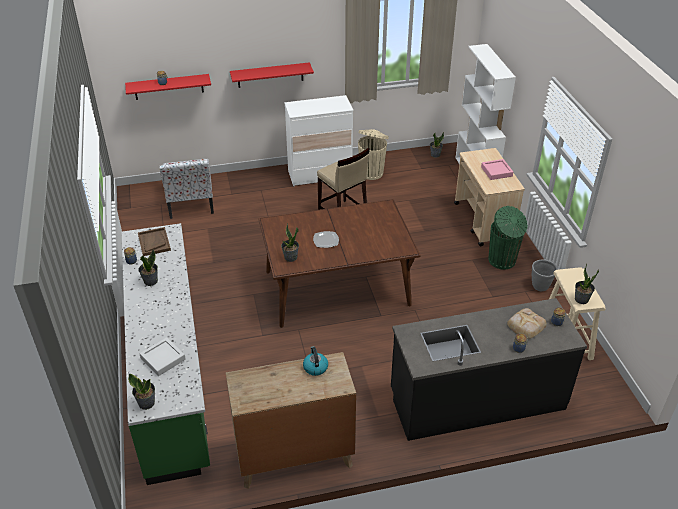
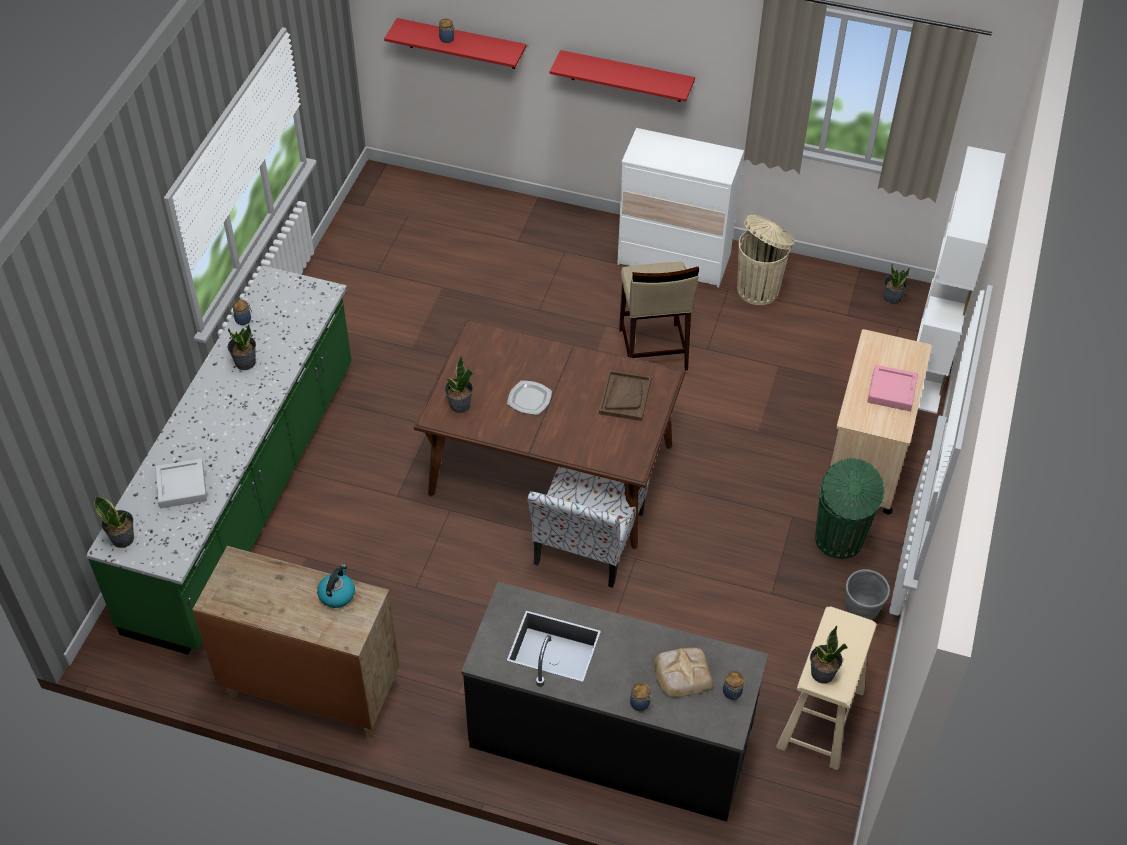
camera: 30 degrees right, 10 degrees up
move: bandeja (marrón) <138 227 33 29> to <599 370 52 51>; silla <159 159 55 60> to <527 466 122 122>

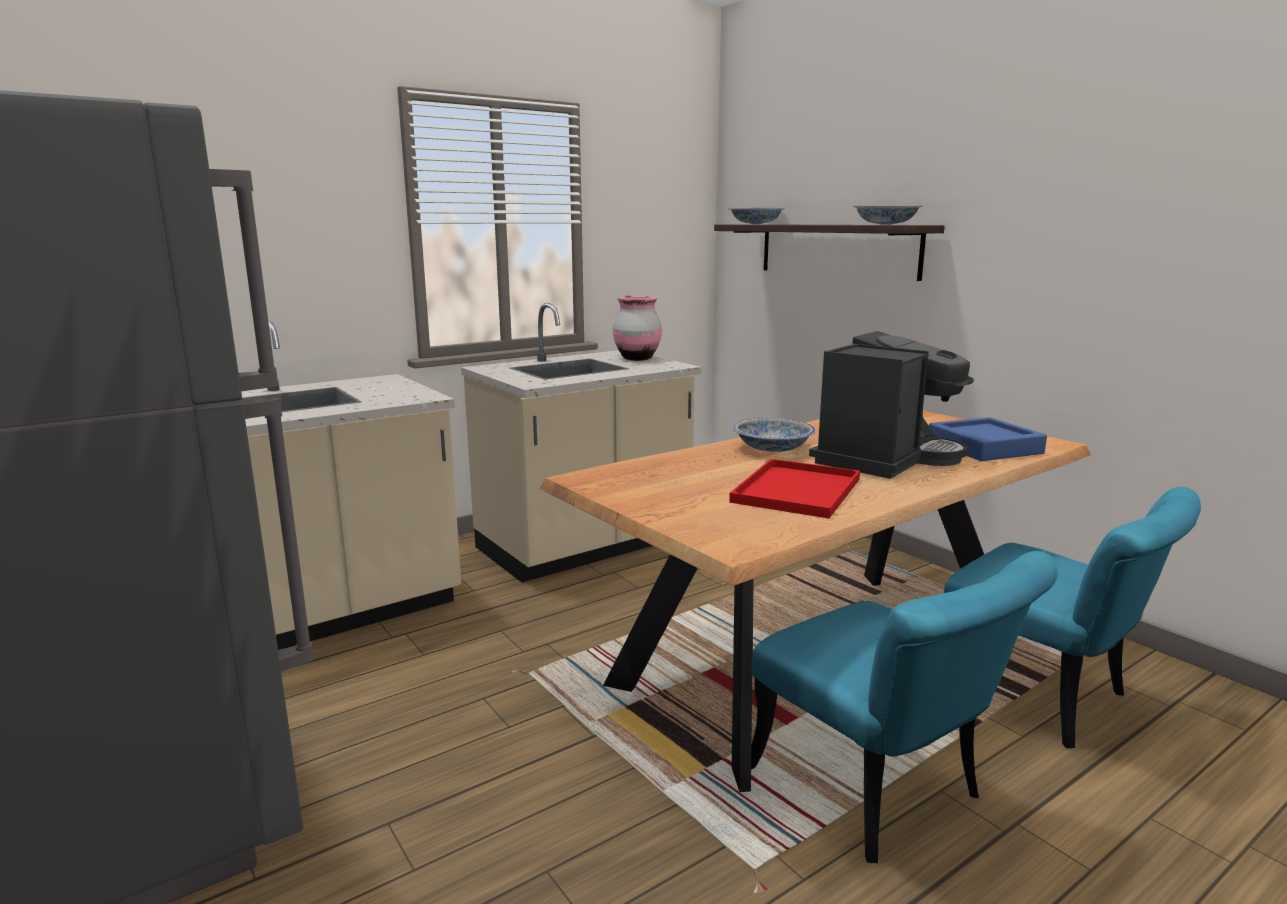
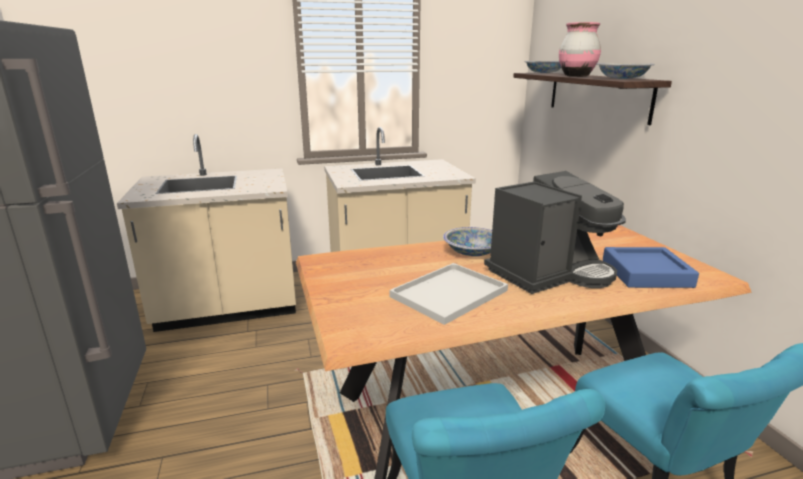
camera: 20 degrees right, 5 degrees up
move: florero (rosa) <613 295 49 66> to <559 22 42 55>
recolor: bandeja (rojo) <729 459 131 59> to bandeja (blanco) <389 263 119 62>

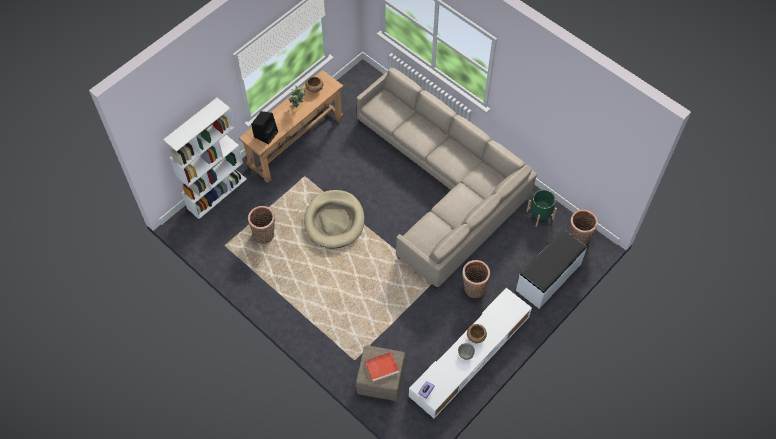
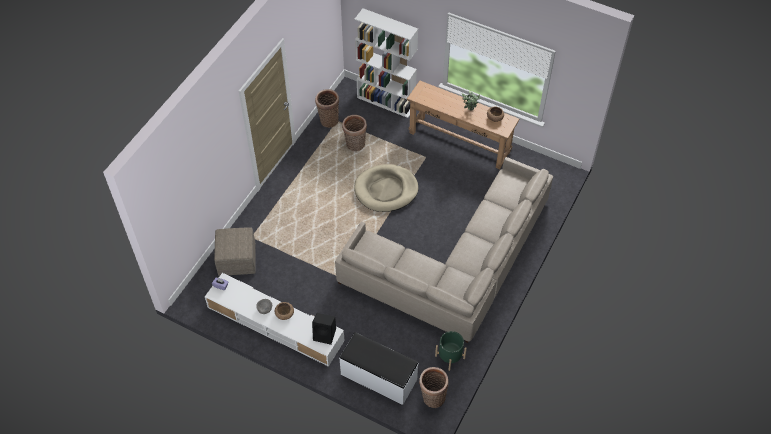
camera: 75 degrees right, 5 degrees down
delete: bandeja (rojo) <365 351 35 31>
move: altavoz (negro) <251 111 27 33> to <312 313 24 32>; cesta <462 260 28 38> to <315 89 24 39>

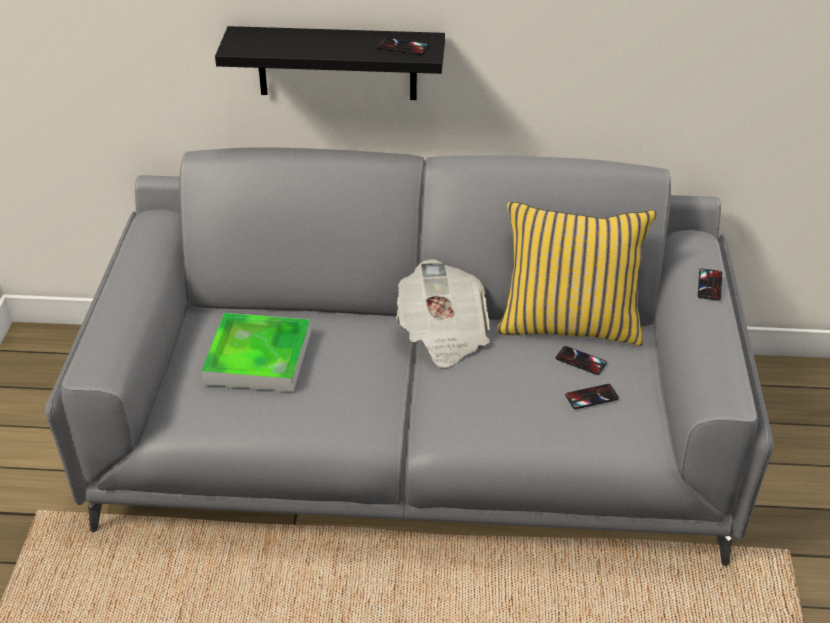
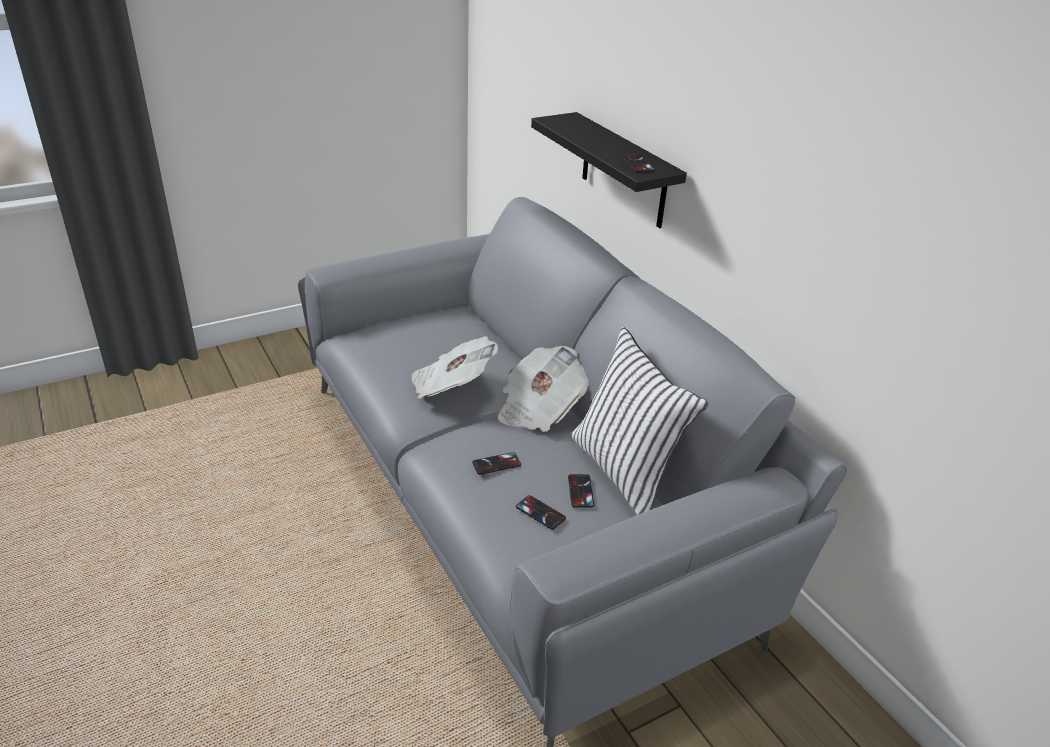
camera: 55 degrees right, 5 degrees down
delete: bandeja <202 313 109 79>
insert: periódico <411 337 87 62>
move: móvil <698 269 24 32> to <472 452 49 23>
recolor: cojín (amarillo) <497 202 160 144> to cojín (blanco) <571 327 137 188>

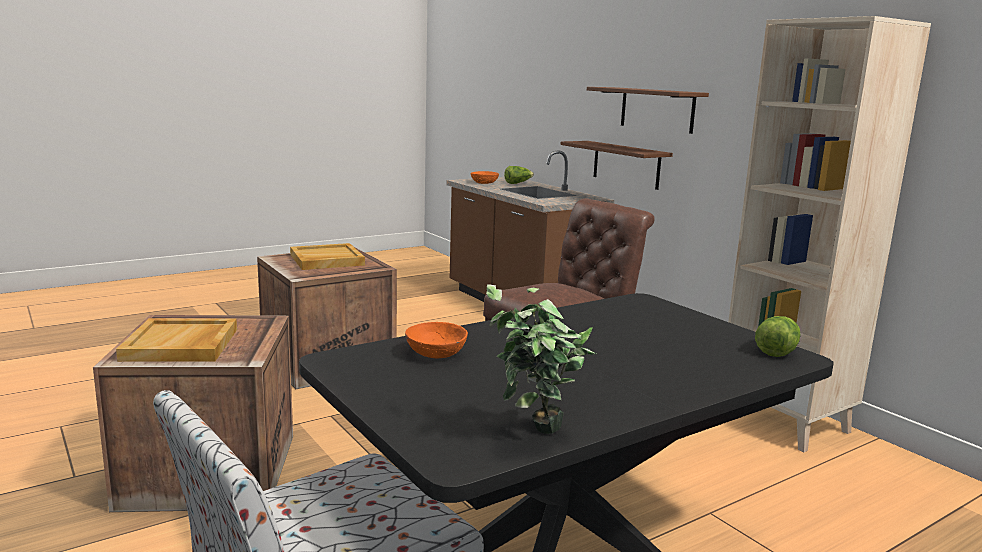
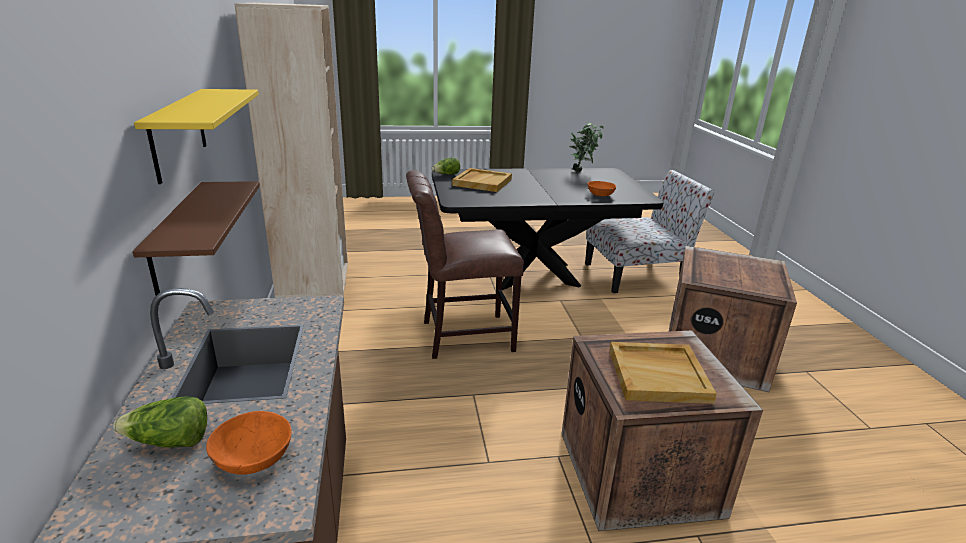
camera: 155 degrees left, 10 degrees up
move: bandeja (beis) <116 318 121 44> to <452 168 60 24>
recolor: estante (marrón) <587 87 122 47> to estante (amarillo) <134 89 125 95>

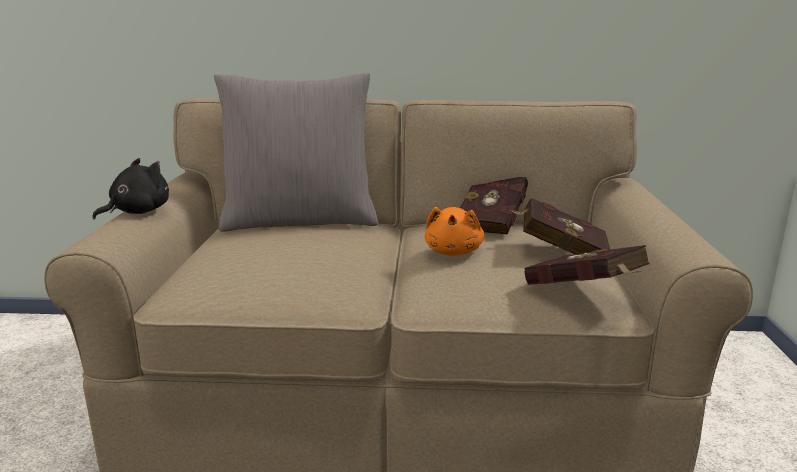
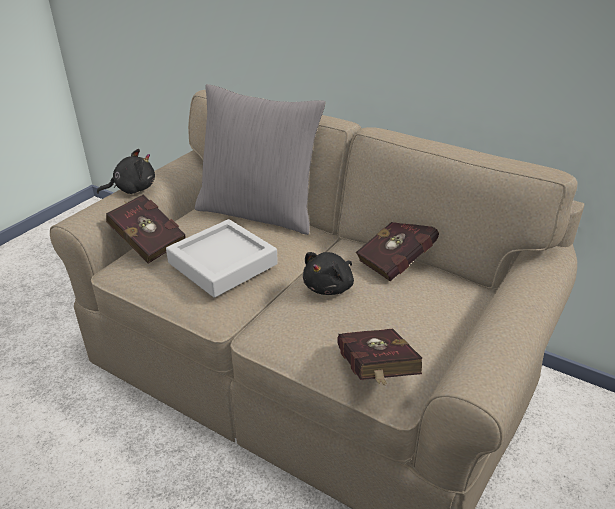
camera: 30 degrees right, 15 degrees up
insert: bandeja (gris) <166 219 112 79>
move: libro (rojo) <510 198 100 56> to <106 194 80 70>
recolor: peluche (naranja) <424 207 60 49> to peluche (negro) <303 252 51 43>

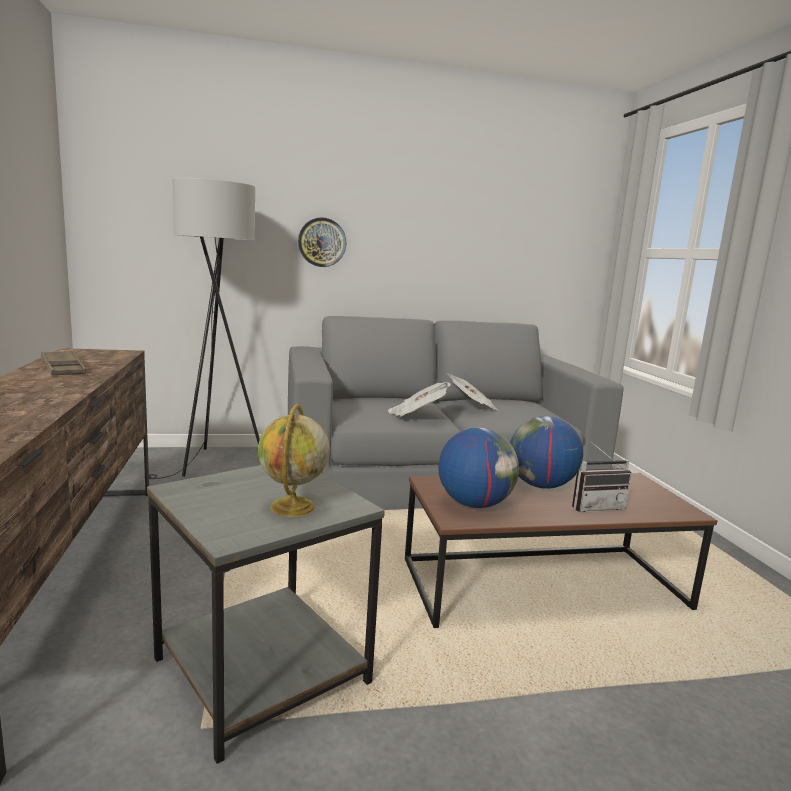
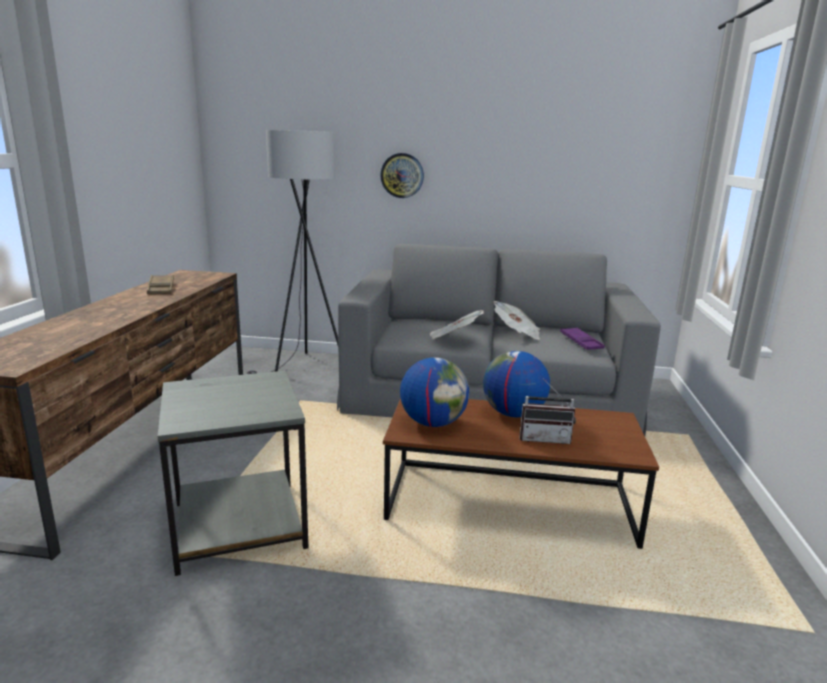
camera: 20 degrees right, 5 degrees up
delete: globo terráqueo <258 404 72 113>
insert: bandeja (morado) <560 327 45 23>

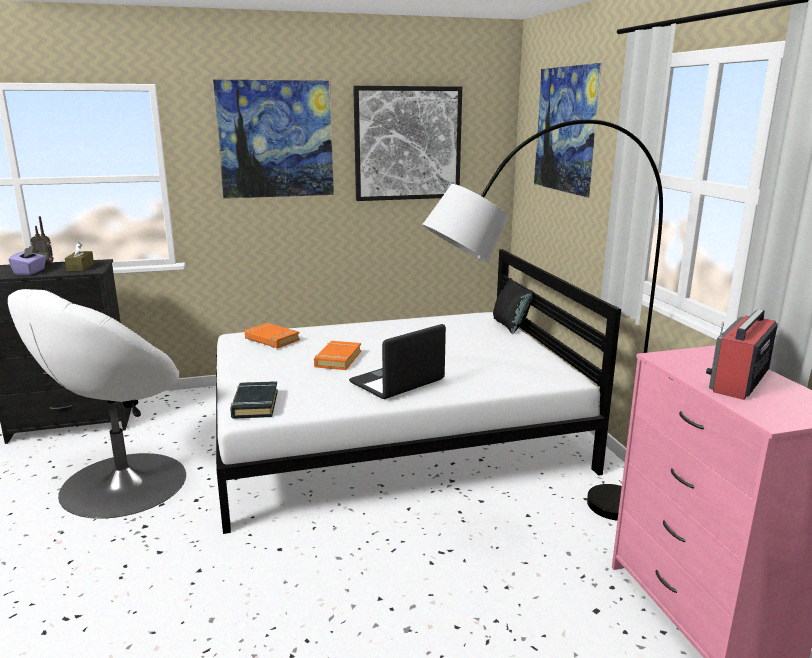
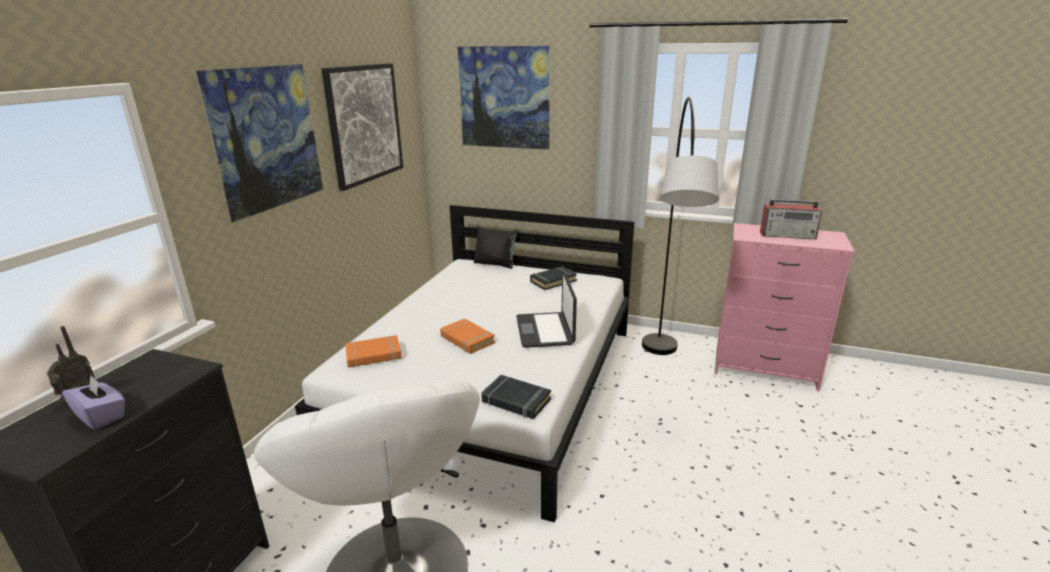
camera: 55 degrees left, 5 degrees up
delete: caja de pañuelos (marrón) <65 242 29 29>
insert: libro (negro) <530 267 47 23>
rotate: radio <706 309 72 91> = <760 199 63 41> 60 degrees counterclockwise

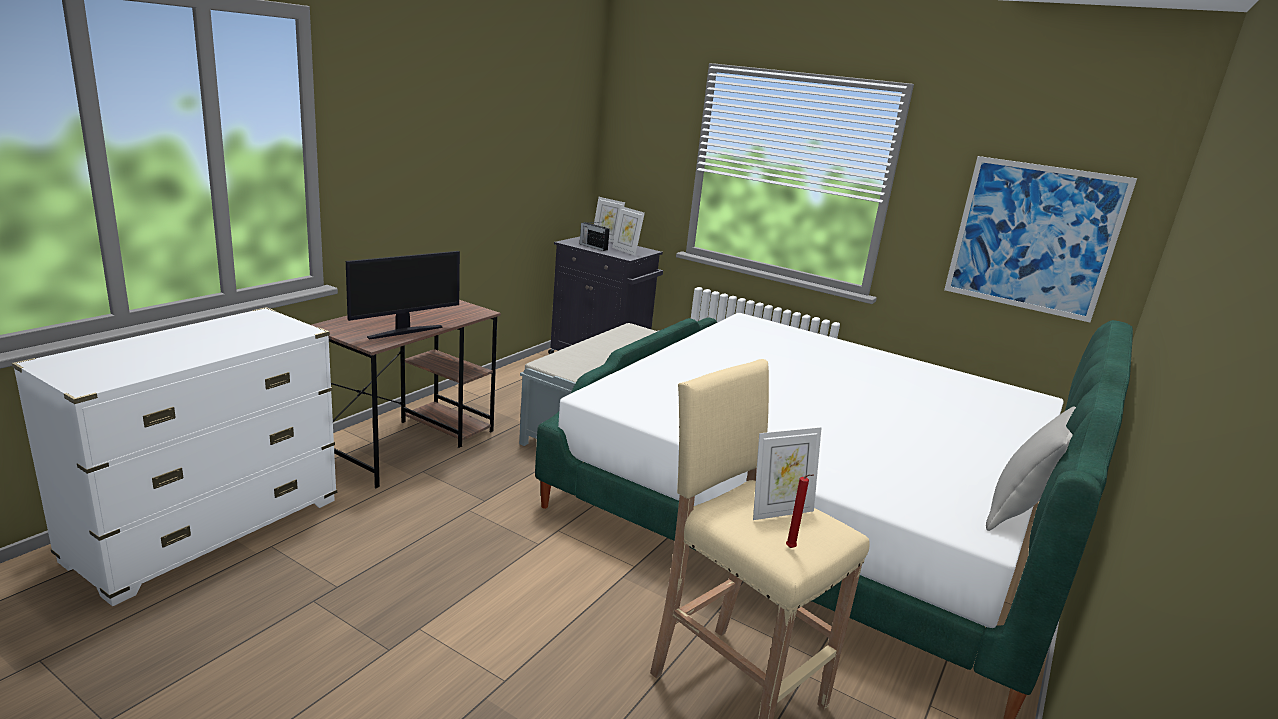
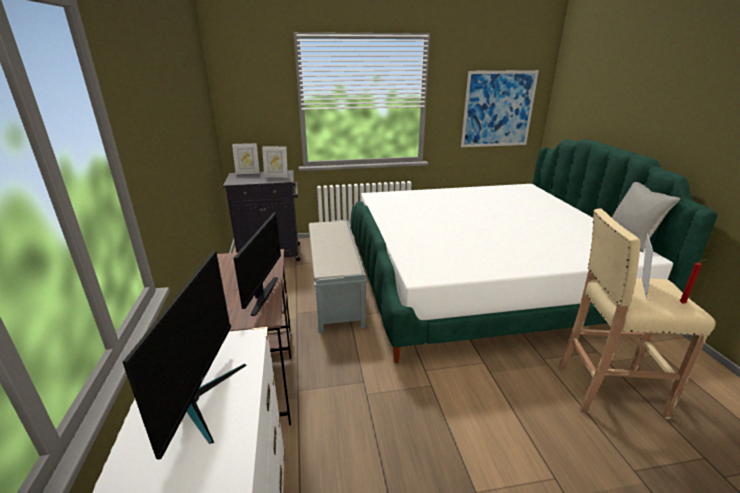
camera: 40 degrees left, 5 degrees up
delete: radio <580 222 30 29>
insert: monitor <123 251 124 209>

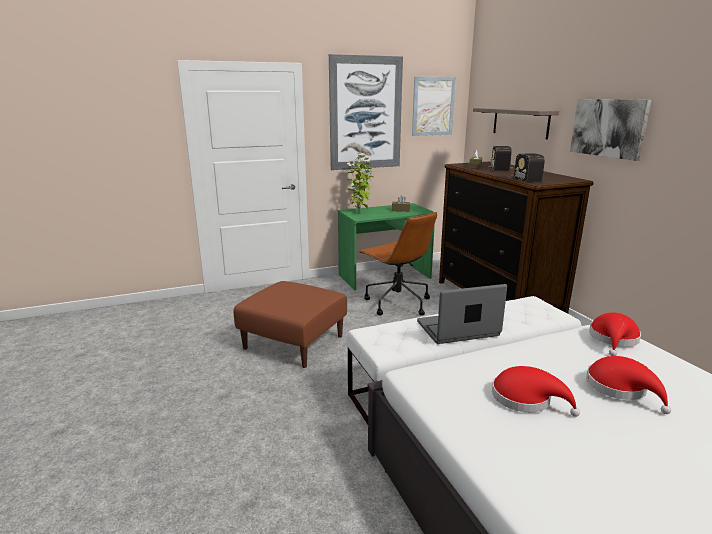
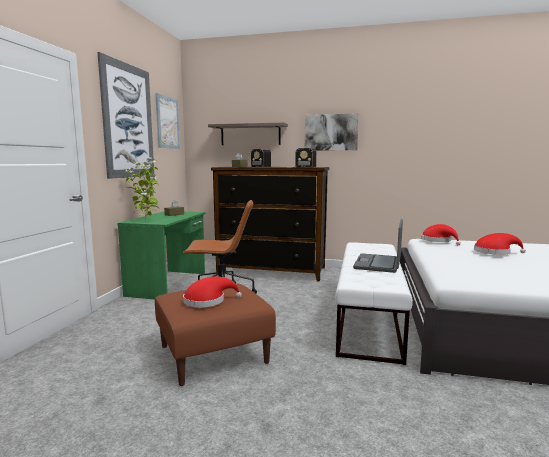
camera: 55 degrees left, 10 degrees down
move: sombrero (rojo) <492 366 88 51> to <183 277 59 31>

